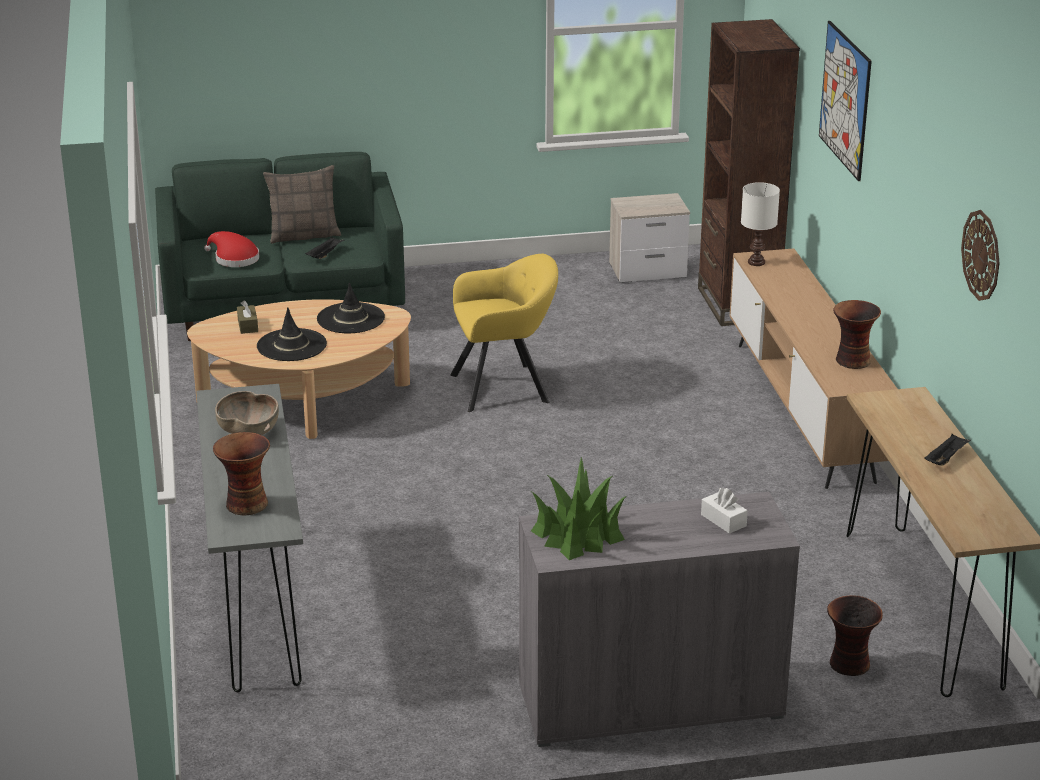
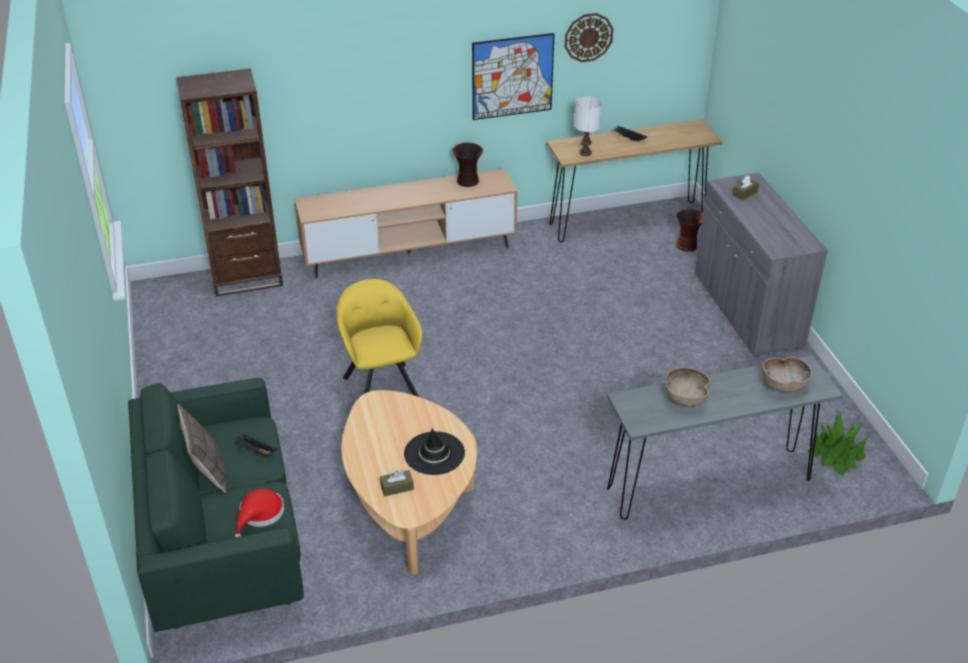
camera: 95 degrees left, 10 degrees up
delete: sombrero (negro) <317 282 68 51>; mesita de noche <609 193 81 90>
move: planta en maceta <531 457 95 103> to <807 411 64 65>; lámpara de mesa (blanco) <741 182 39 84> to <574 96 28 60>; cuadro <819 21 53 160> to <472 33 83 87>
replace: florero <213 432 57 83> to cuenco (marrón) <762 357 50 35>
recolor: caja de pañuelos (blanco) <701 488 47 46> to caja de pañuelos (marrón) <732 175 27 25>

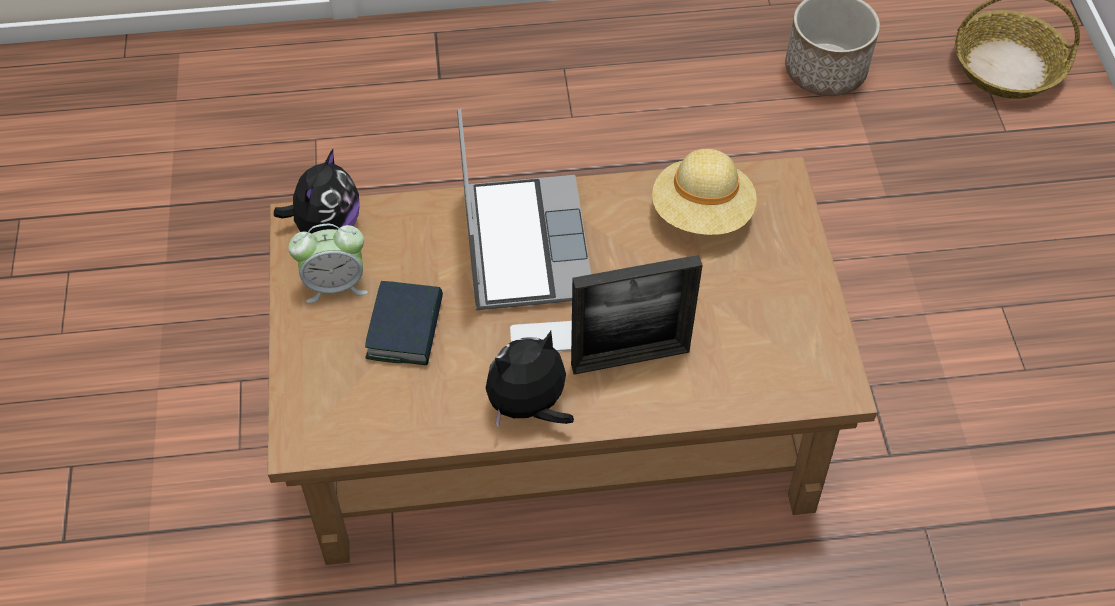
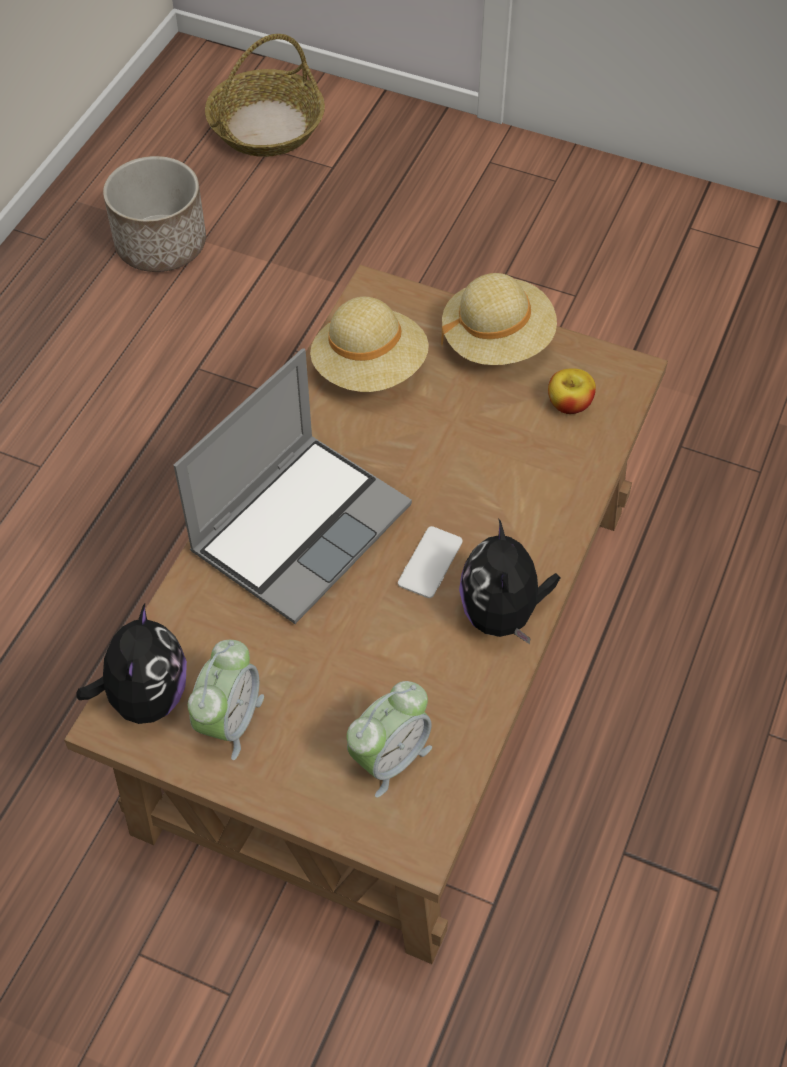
camera: 60 degrees left, 0 degrees up
delete: libro <365 281 78 84>; portarretratos <571 255 132 120>
insert: despertador <347 681 85 116>; sombrero (beis) <441 273 116 92>; manzana <548 368 48 46>
rotate: peluche <273 149 87 85> = <76 604 111 120> 45 degrees clockwise; portátil <457 108 134 202> = <174 349 238 275> 105 degrees clockwise

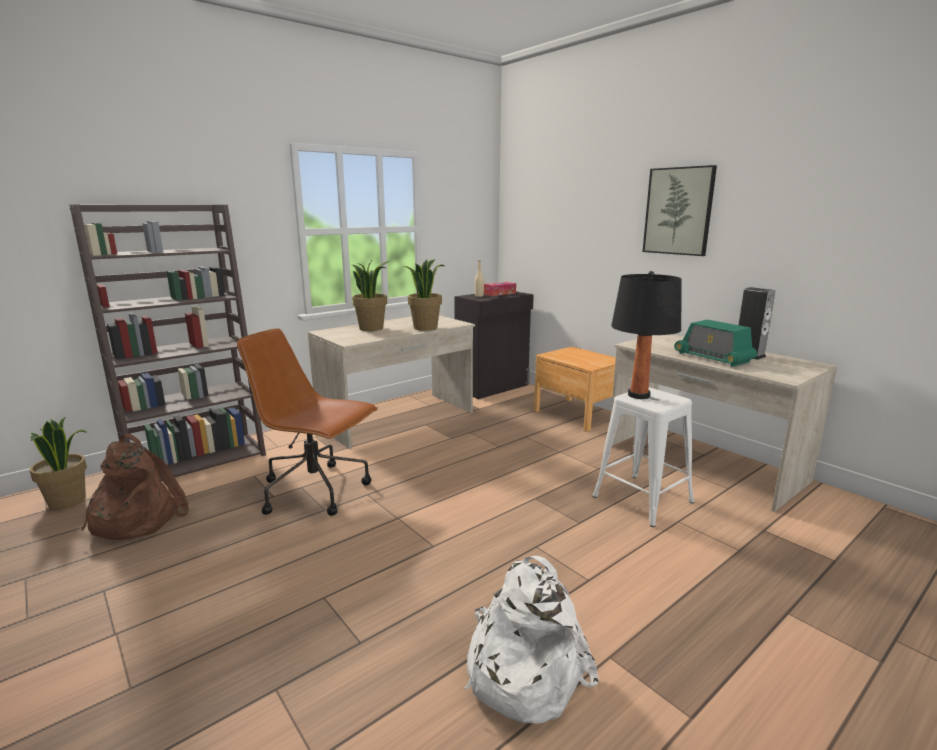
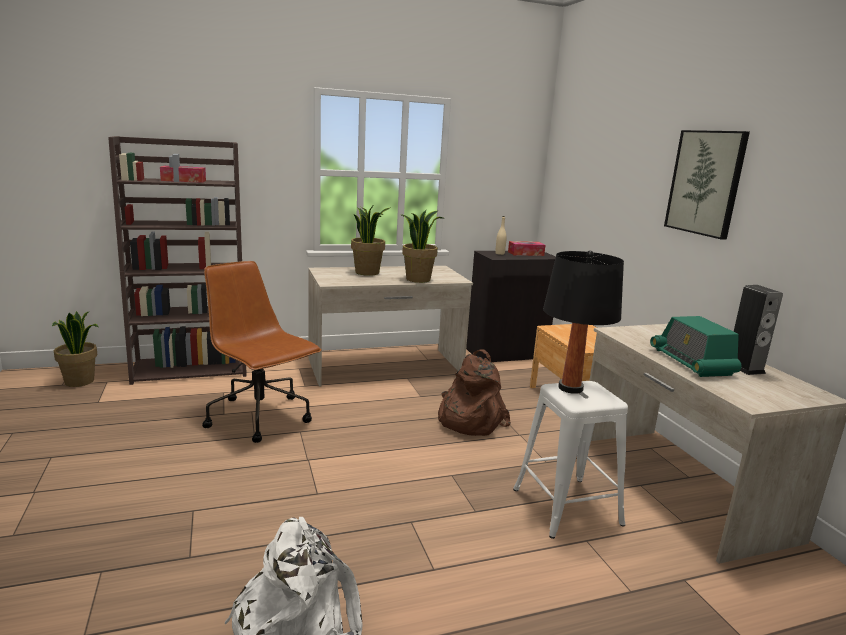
camera: 20 degrees right, 0 degrees up
insert: caja de pañuelos <160 166 46 17>
move: mochila (marrón) <81 434 108 106> to <438 349 73 87>

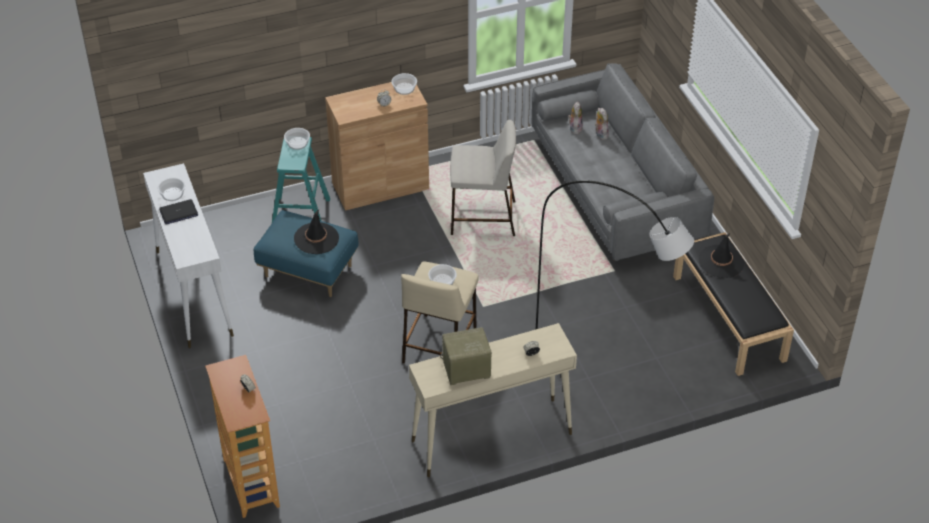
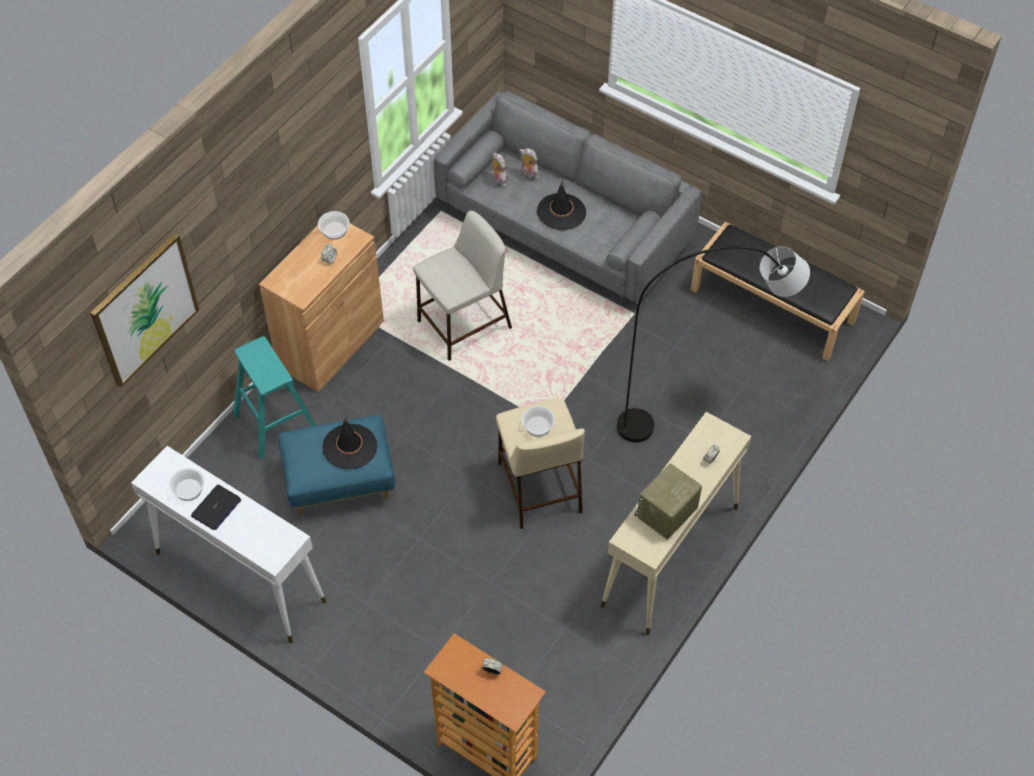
camera: 35 degrees left, 10 degrees up
delete: cuenco <284 128 26 22>
insert: cuadro <90 233 109 155>
move: sombrero (negro) <699 233 45 45> to <537 181 49 49>

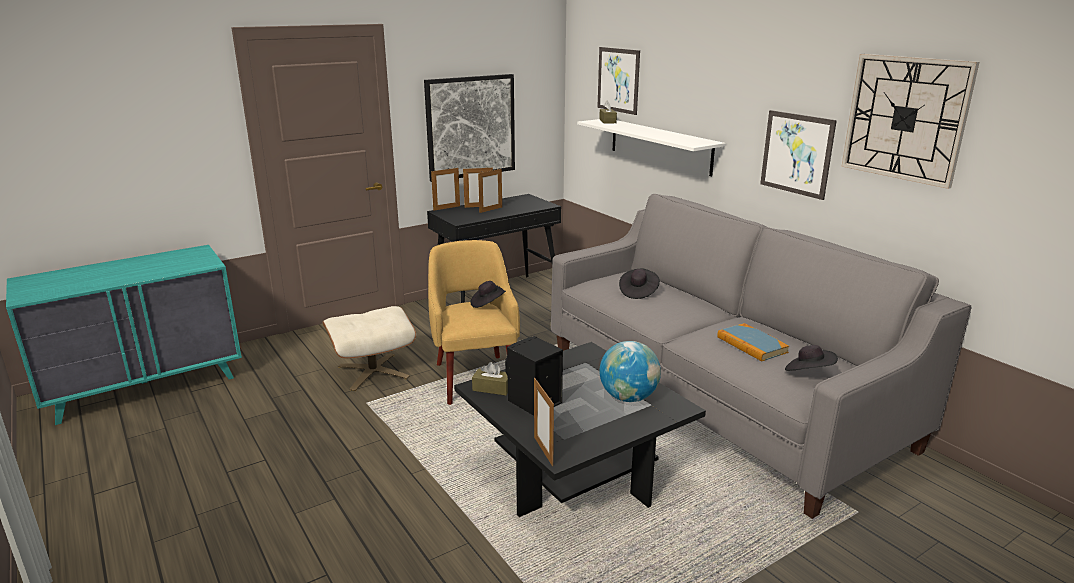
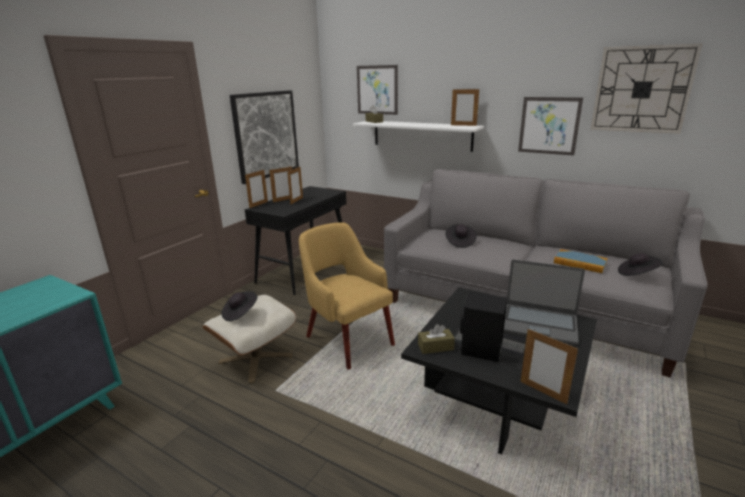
camera: 25 degrees left, 0 degrees up
insert: portarretratos <451 89 28 37>
move: sombrero (negro) <470 281 36 27> to <222 291 35 30>
replace: globo terráqueo <599 341 62 61> to portátil <504 260 81 86>

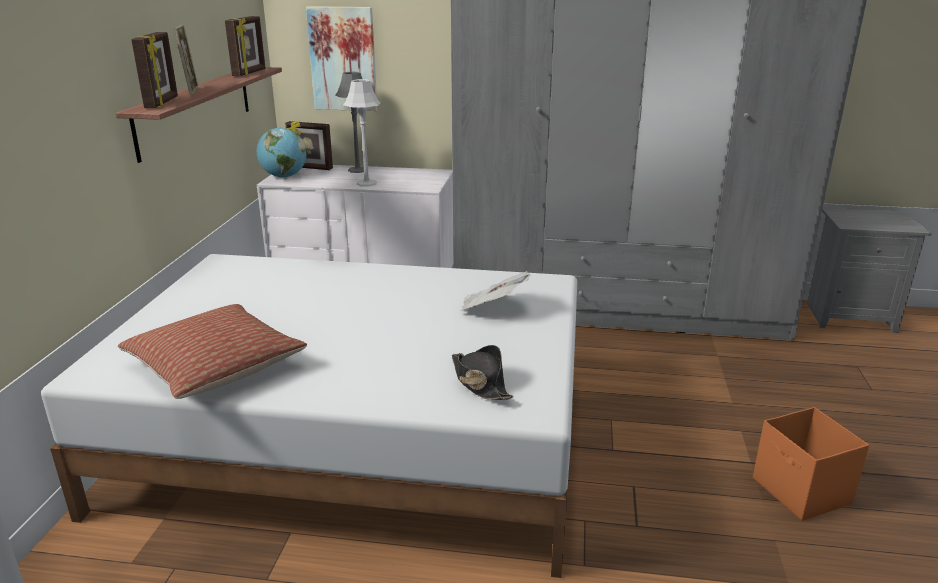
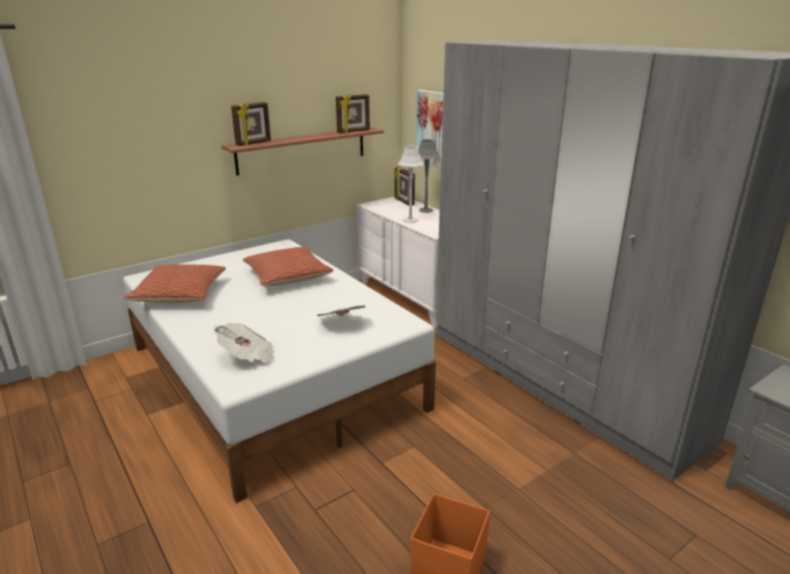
camera: 45 degrees right, 0 degrees up
delete: portarretratos <174 25 25 70>; globo terráqueo <257 128 50 50>
insert: cojín <243 247 91 39>
replace: sombrero (negro) <452 345 61 55> to periódico <213 323 62 40>

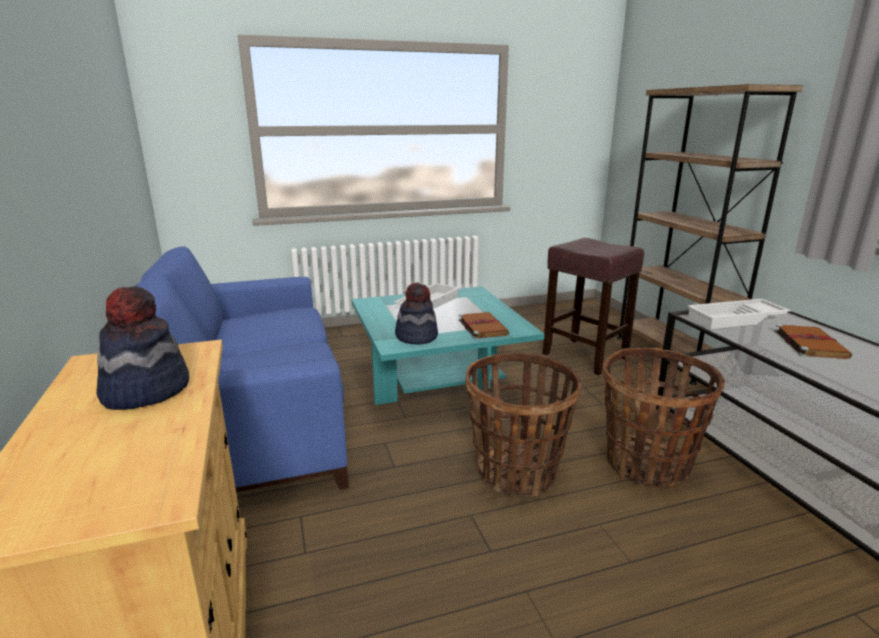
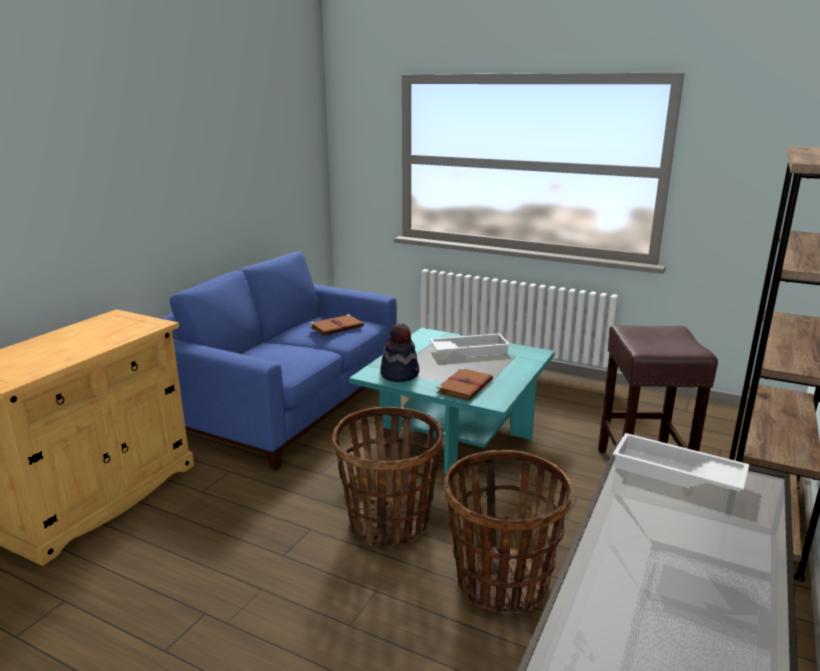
camera: 45 degrees right, 0 degrees up
delete: sombrero <96 286 93 124>
move: libro (marrón) <774 324 78 35> to <310 314 54 21>

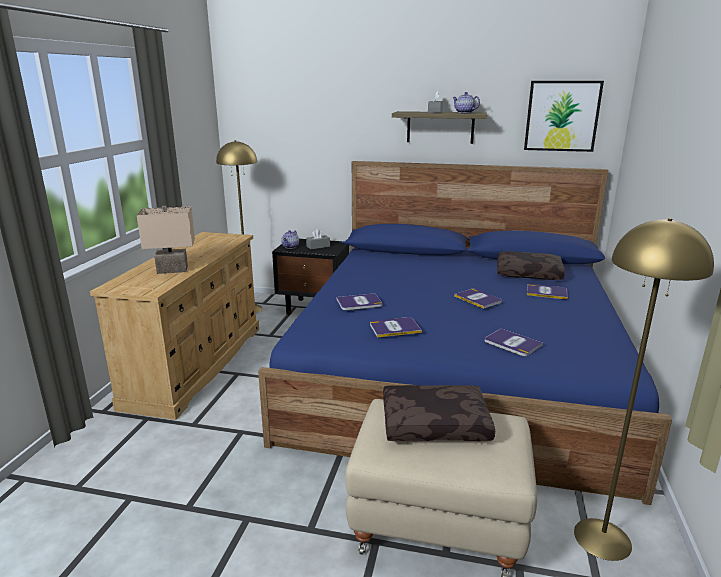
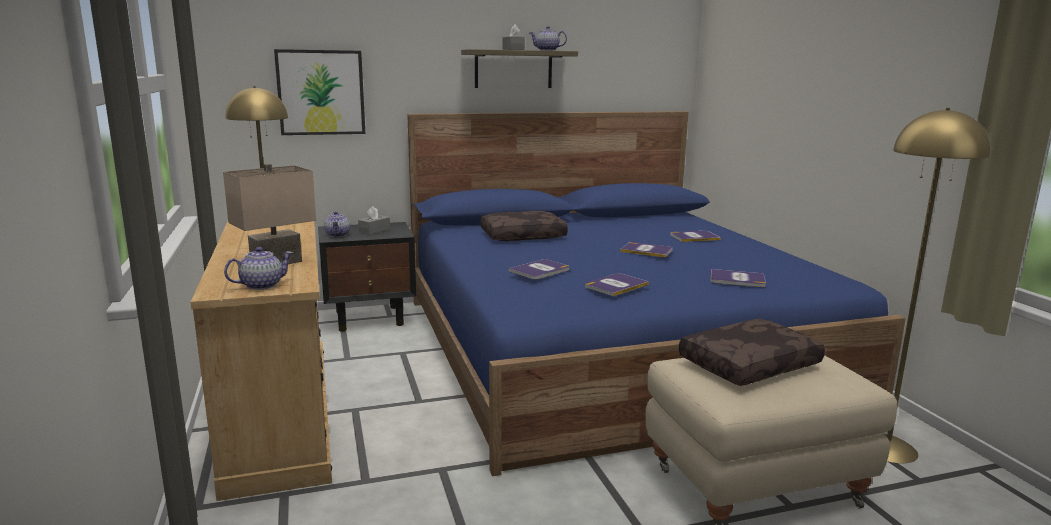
camera: 30 degrees left, 5 degrees down
insert: tetera <224 247 69 43>
move: cojín (marrón) <497 251 68 29> to <480 211 88 30>; cuadro <524 81 80 71> to <274 49 91 86>

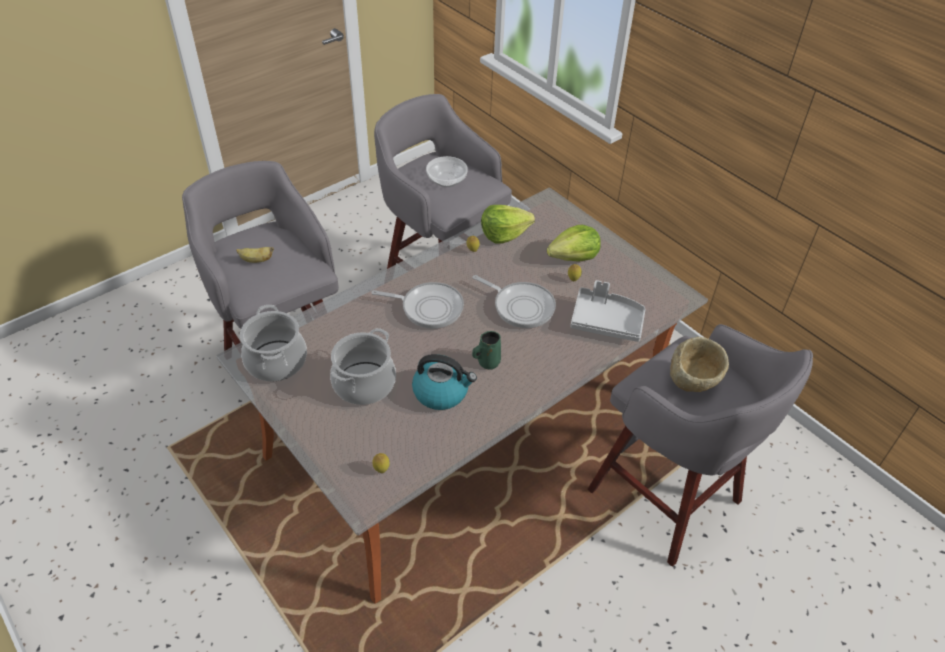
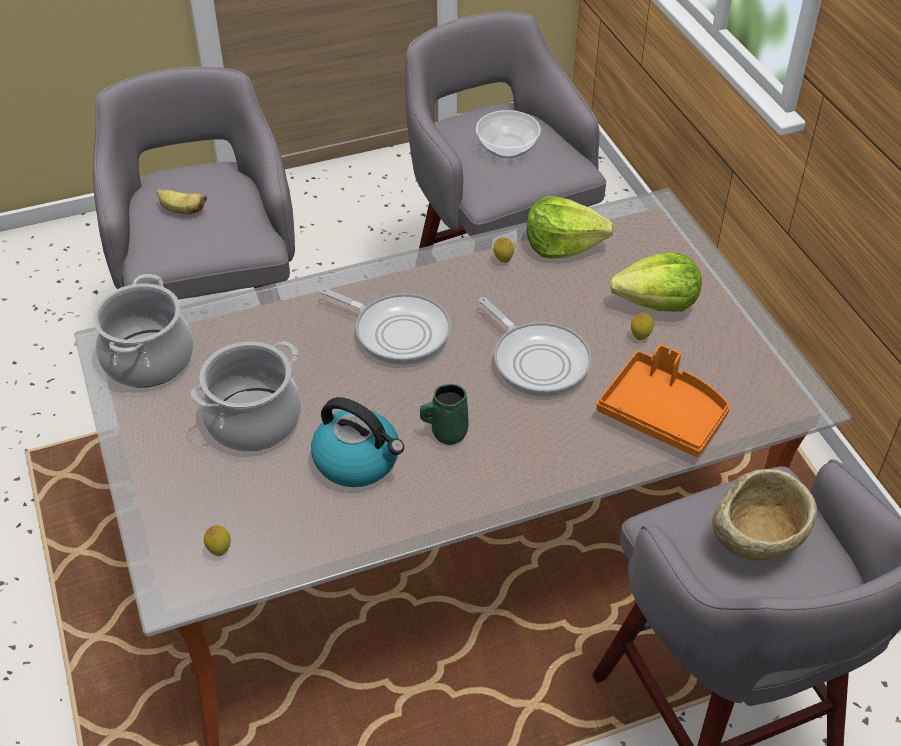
camera: 20 degrees right, 0 degrees up
recolor: bandeja (gris) <570 280 76 62> to bandeja (naranja) <596 344 134 113>

